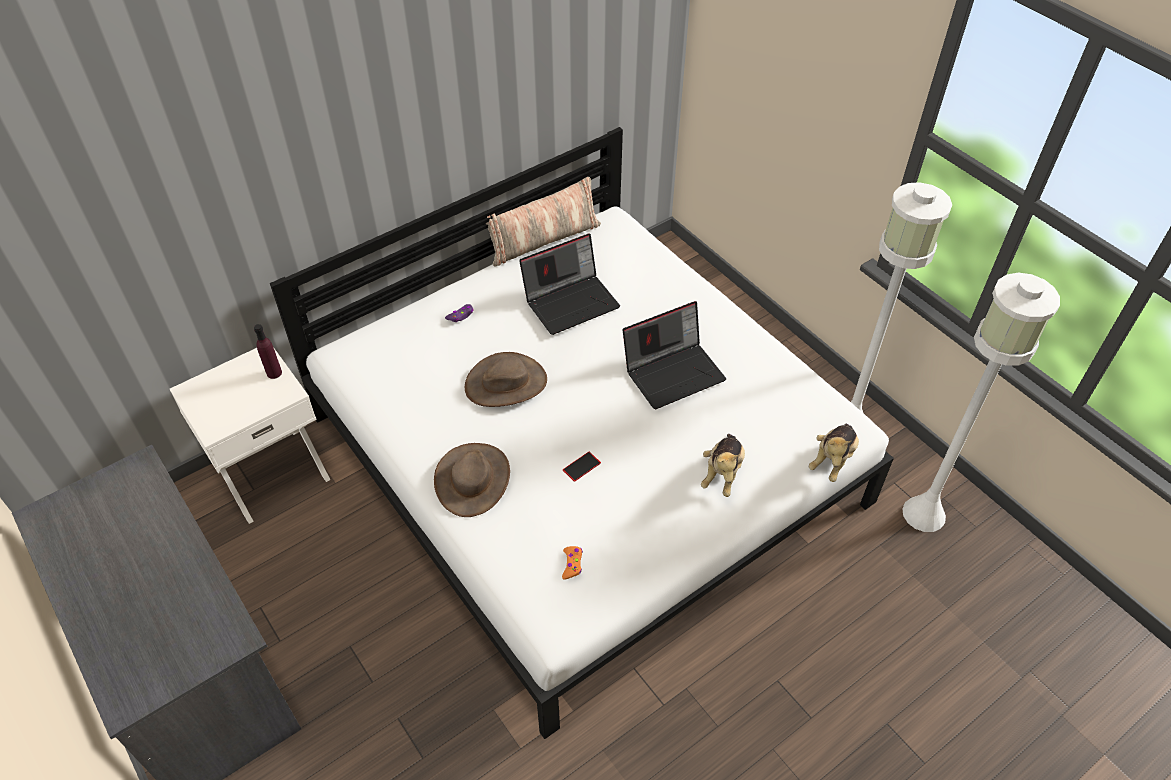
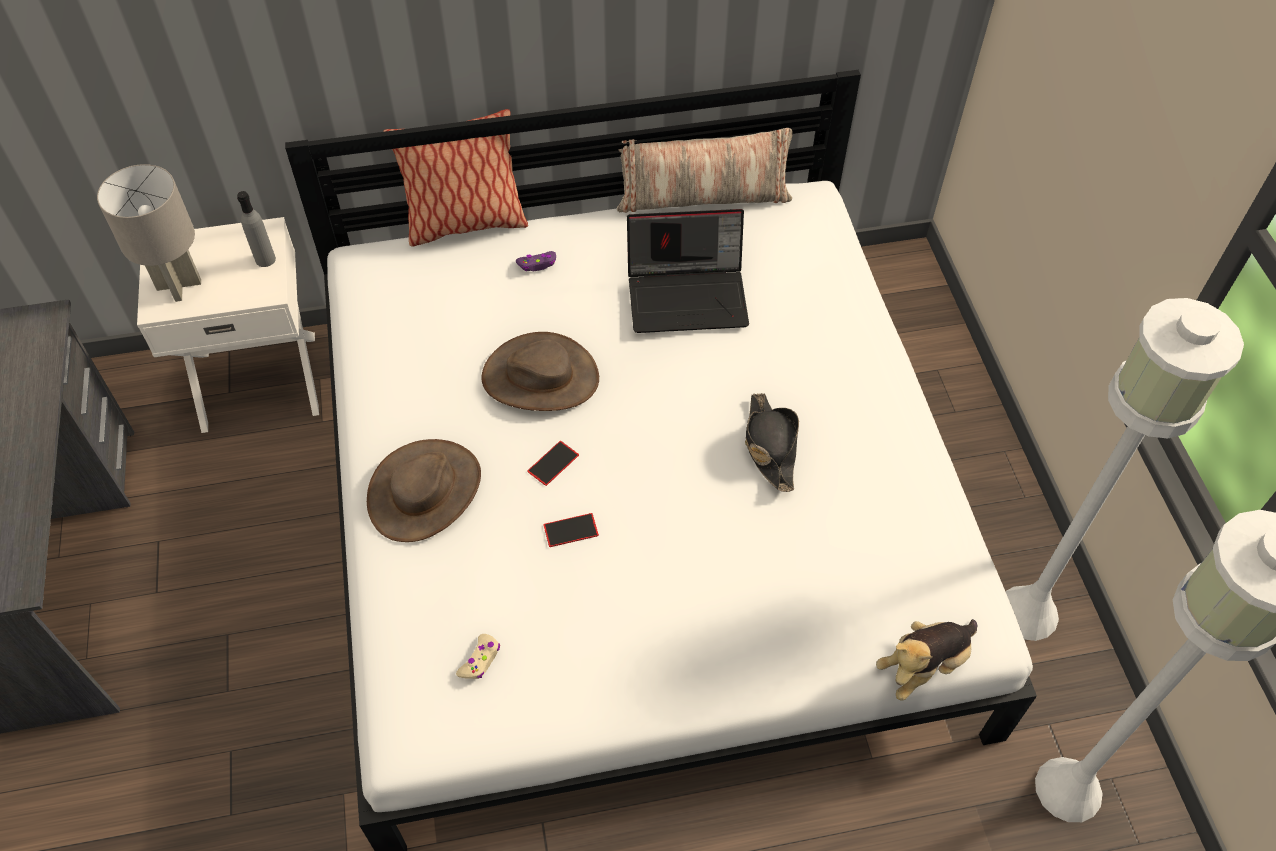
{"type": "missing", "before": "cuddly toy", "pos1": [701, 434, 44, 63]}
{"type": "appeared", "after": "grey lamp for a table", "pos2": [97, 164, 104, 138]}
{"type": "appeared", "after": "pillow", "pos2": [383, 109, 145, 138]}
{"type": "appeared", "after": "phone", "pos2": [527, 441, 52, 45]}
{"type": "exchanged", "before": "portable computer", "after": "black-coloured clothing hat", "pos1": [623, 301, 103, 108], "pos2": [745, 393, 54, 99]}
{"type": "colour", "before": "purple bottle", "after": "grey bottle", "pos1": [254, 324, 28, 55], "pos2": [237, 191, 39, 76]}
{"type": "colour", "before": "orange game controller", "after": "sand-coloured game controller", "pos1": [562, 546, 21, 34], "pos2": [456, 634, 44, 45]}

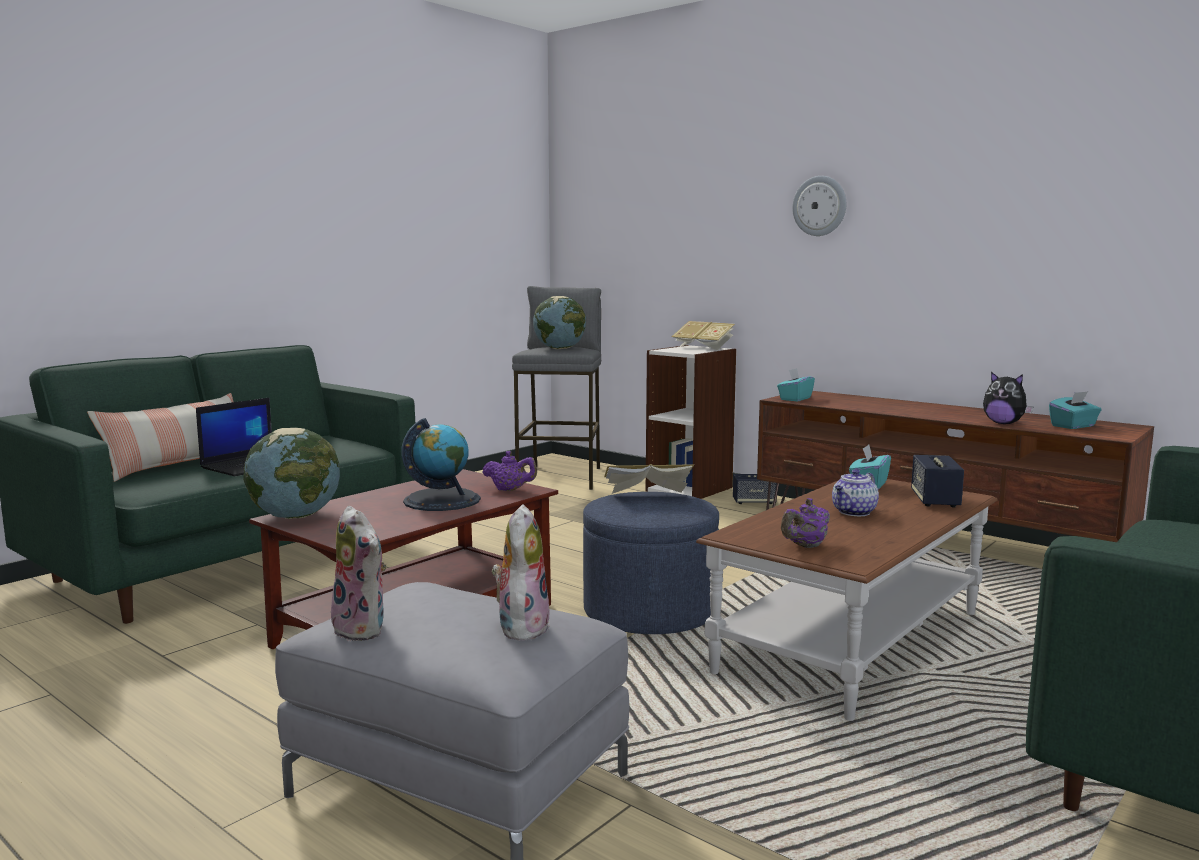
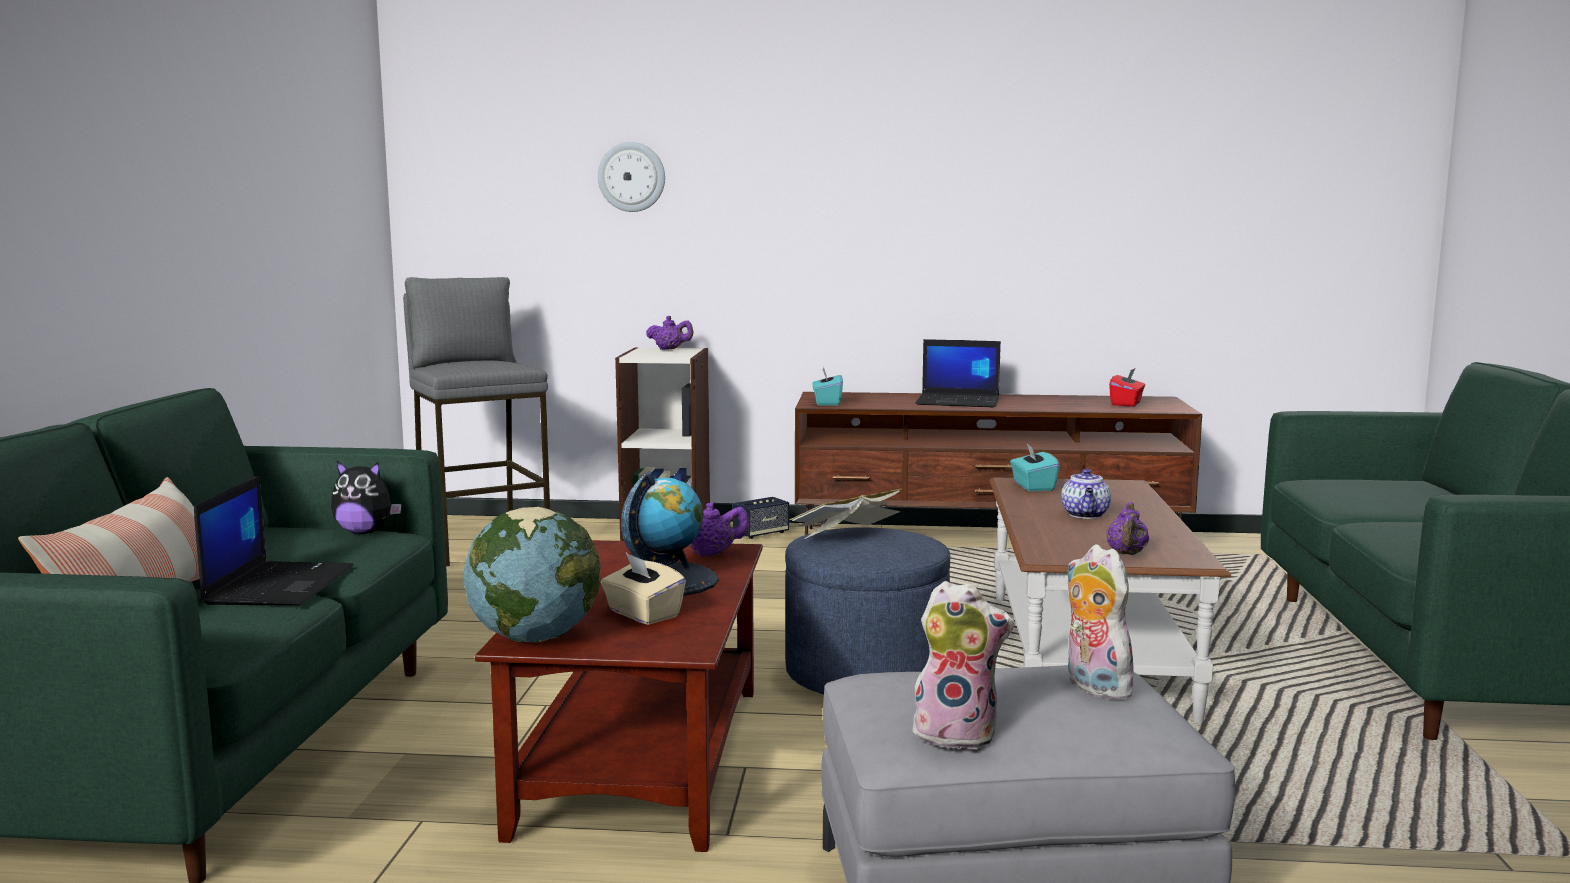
{"type": "missing", "before": "desk globe", "pos1": [533, 296, 53, 53]}
{"type": "missing", "before": "speaker", "pos1": [911, 455, 53, 52]}
{"type": "appeared", "after": "sand-coloured tissue box", "pos2": [601, 553, 85, 72]}
{"type": "appeared", "after": "portable computer", "pos2": [915, 339, 86, 68]}
{"type": "relocated", "before": "wall clock", "pos1": [792, 176, 54, 60], "pos2": [598, 142, 67, 70]}
{"type": "relocated", "before": "cuddly toy", "pos1": [983, 372, 50, 52], "pos2": [331, 461, 71, 73]}
{"type": "exchanged", "before": "book", "after": "purple teapot", "pos1": [672, 321, 63, 29], "pos2": [646, 316, 48, 34]}
{"type": "colour", "before": "blue-green tissue box", "after": "reddish tissue box", "pos1": [1049, 391, 53, 38], "pos2": [1109, 368, 36, 39]}

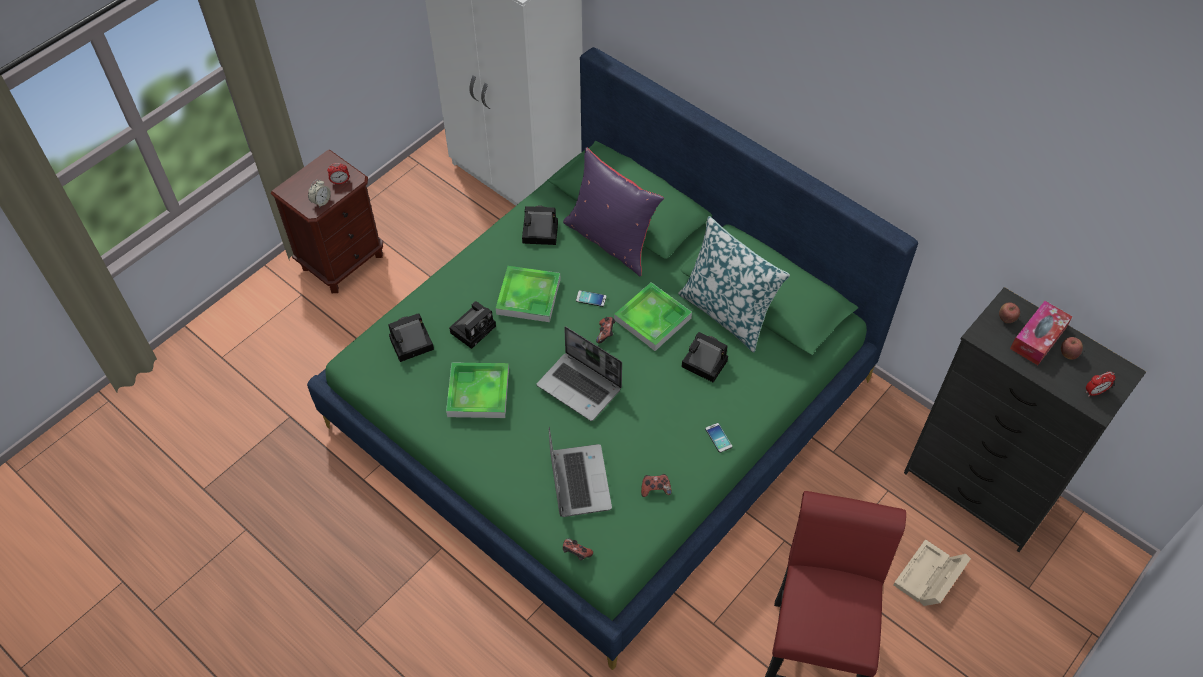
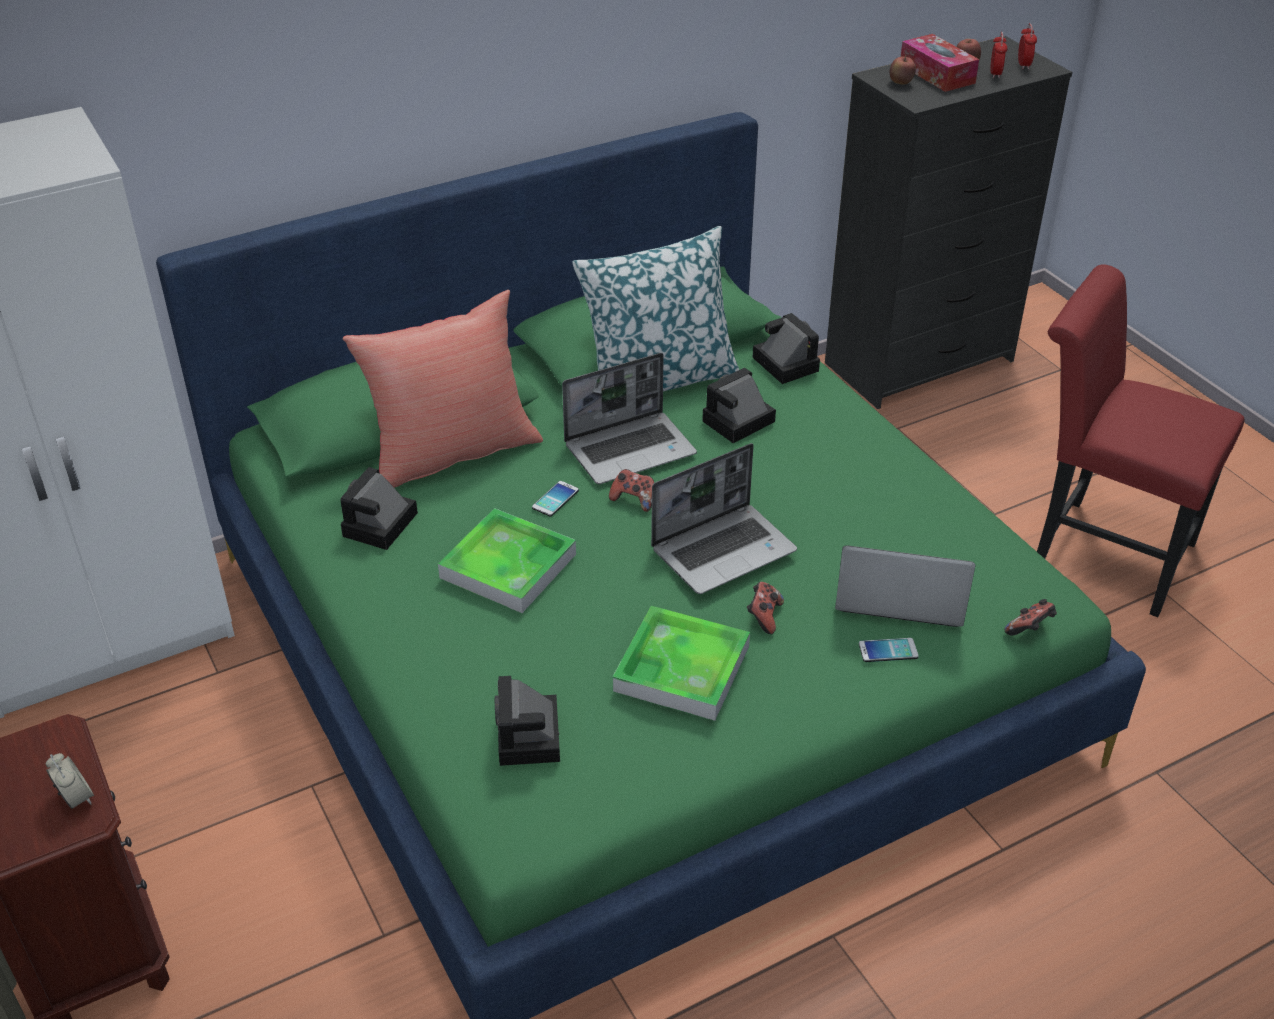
{"type": "missing", "before": "sand-coloured storage bin", "pos1": [893, 539, 78, 67]}
{"type": "relocated", "before": "alarm clock", "pos1": [327, 163, 22, 22], "pos2": [990, 32, 17, 46]}
{"type": "relocated", "before": "photo camera", "pos1": [449, 301, 47, 48], "pos2": [752, 313, 68, 71]}
{"type": "relocated", "before": "game controller", "pos1": [641, 474, 31, 23], "pos2": [747, 582, 37, 52]}
{"type": "relocated", "before": "phone", "pos1": [705, 423, 27, 30], "pos2": [859, 638, 60, 24]}
{"type": "exchanged", "before": "tray", "after": "portable computer", "pos1": [614, 282, 78, 69], "pos2": [562, 353, 135, 131]}
{"type": "colour", "before": "purple pillow", "after": "reddish pillow", "pos1": [563, 147, 101, 129], "pos2": [342, 290, 201, 198]}

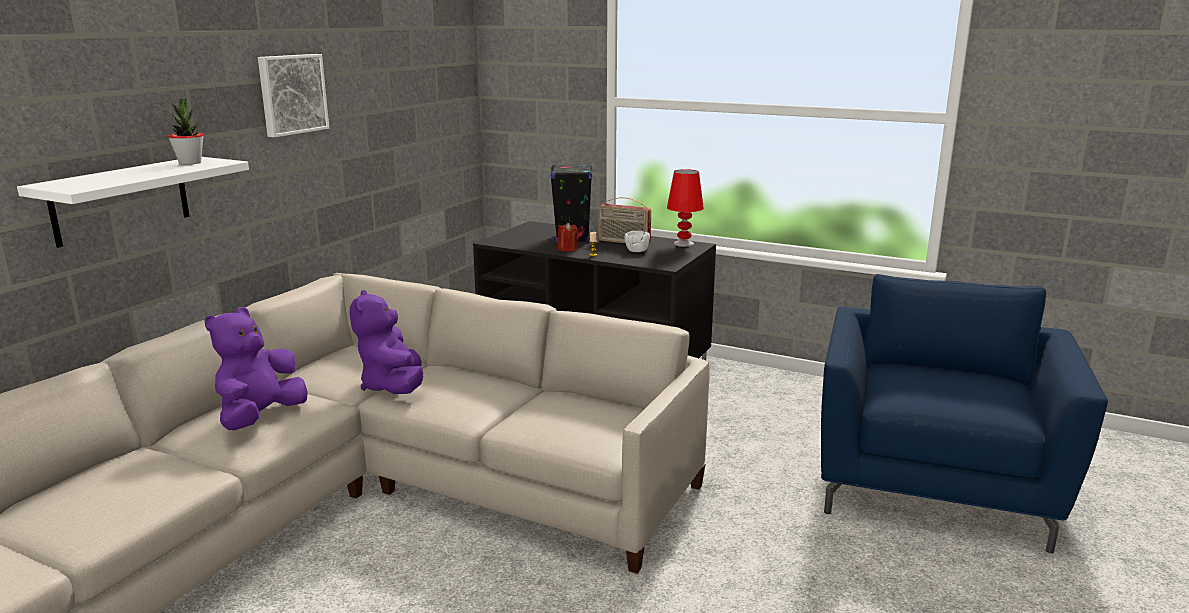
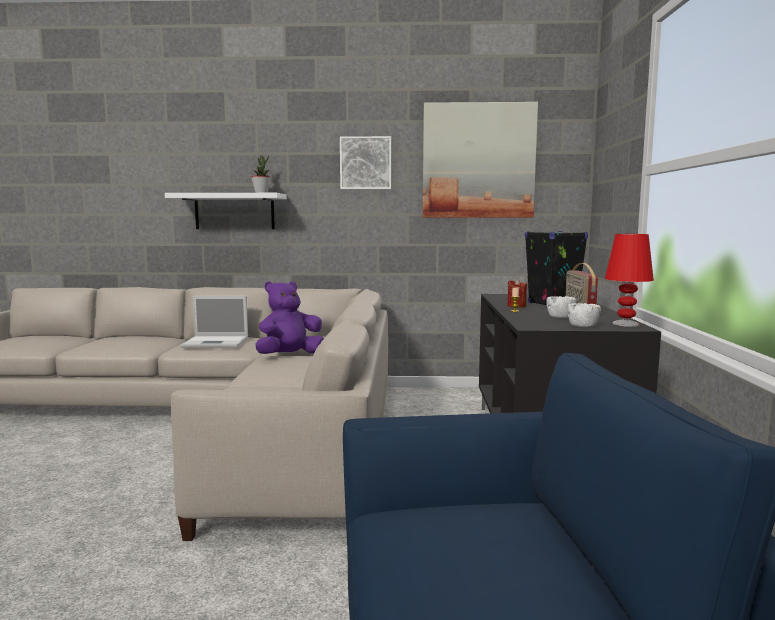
{"type": "appeared", "after": "wall art", "pos2": [423, 102, 115, 116]}
{"type": "appeared", "after": "whitish bowl", "pos2": [567, 303, 34, 24]}
{"type": "exchanged", "before": "purple cuddly toy", "after": "portable computer", "pos1": [204, 307, 104, 123], "pos2": [181, 296, 67, 51]}

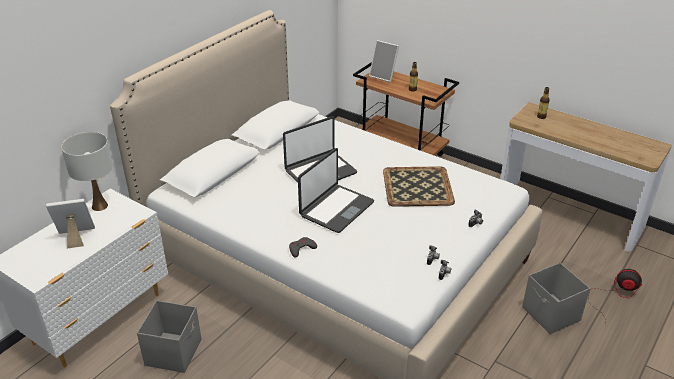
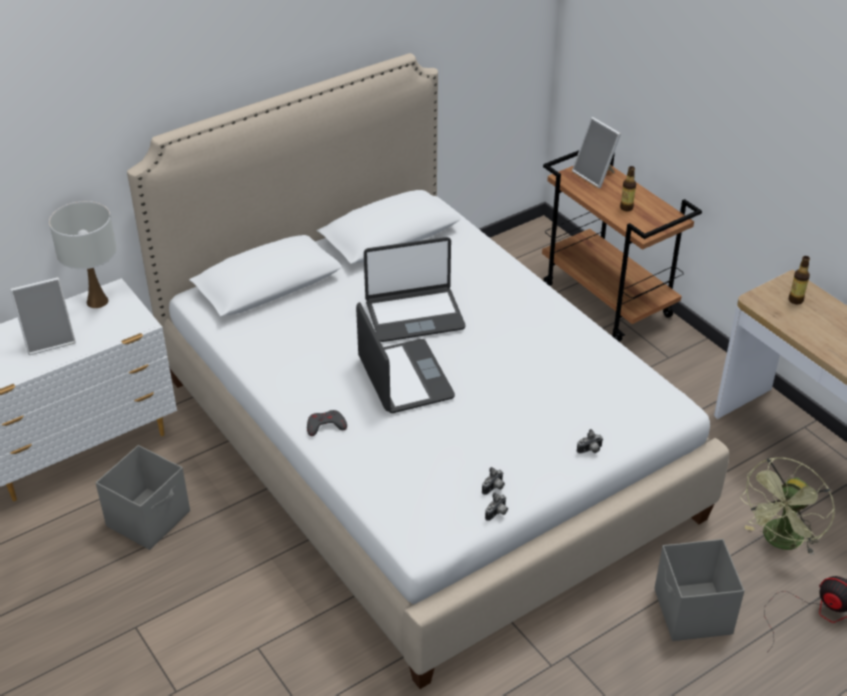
{"type": "missing", "before": "tray", "pos1": [383, 166, 72, 41]}
{"type": "appeared", "after": "greenish electric fan", "pos2": [740, 457, 95, 98]}
{"type": "spun", "before": "standing frame", "pos1": [46, 199, 49, 50], "pos2": [10, 277, 66, 78], "turn": 150}
{"type": "spun", "before": "portable computer", "pos1": [298, 148, 76, 85], "pos2": [356, 302, 99, 111], "turn": -75}

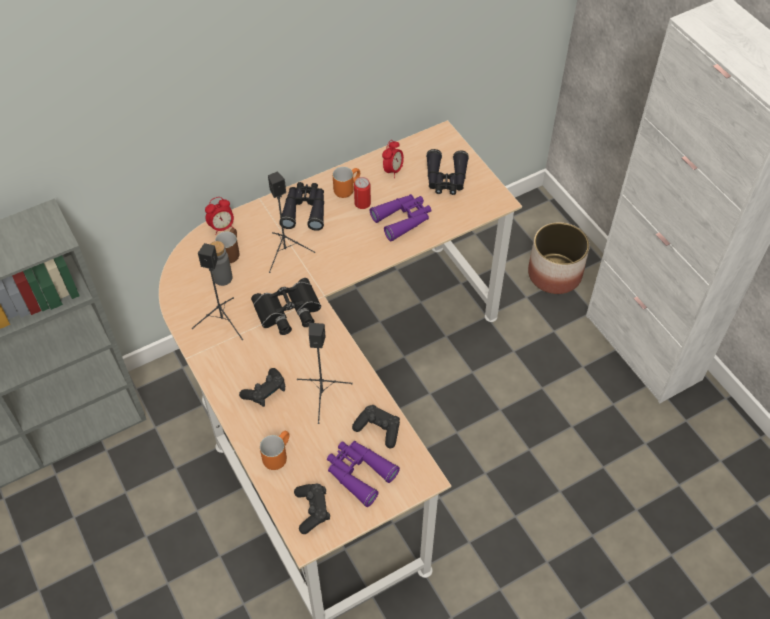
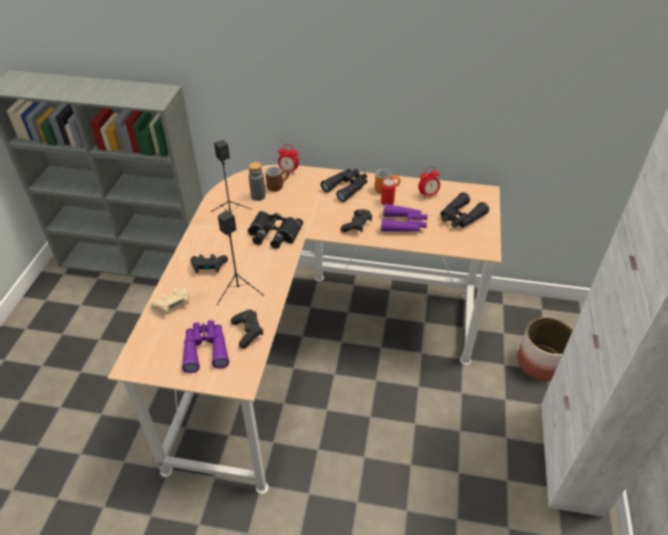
{"type": "missing", "before": "black-coloured speaker", "pos1": [268, 171, 47, 102]}
{"type": "relocated", "before": "black-coloured game controller", "pos1": [294, 484, 36, 50], "pos2": [341, 209, 31, 23]}
{"type": "exchanged", "before": "orange tea mug", "after": "sand-coloured game controller", "pos1": [260, 431, 30, 39], "pos2": [150, 287, 39, 28]}

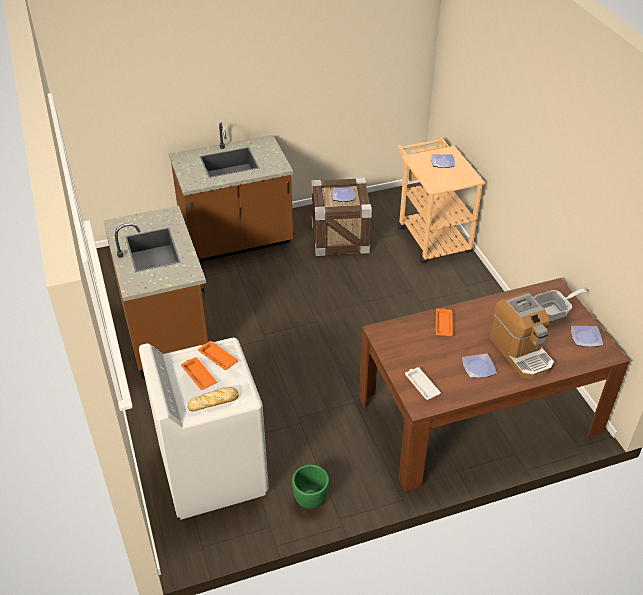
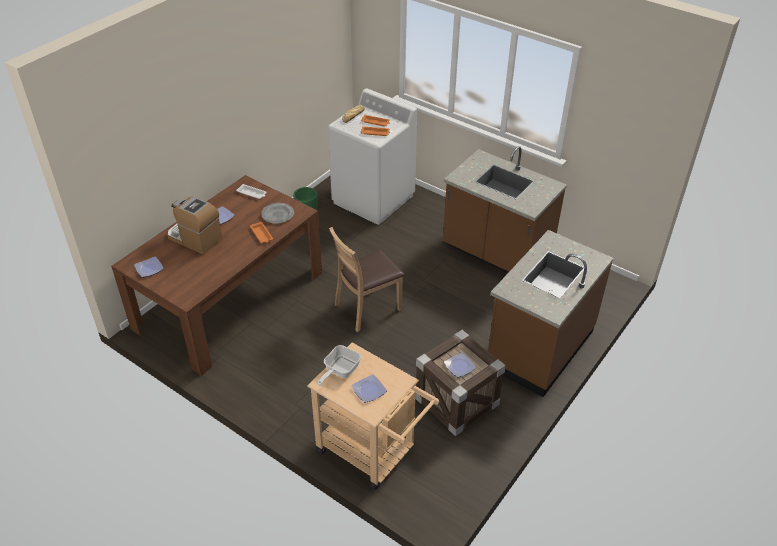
{"type": "appeared", "after": "grey dinner plate", "pos2": [261, 203, 33, 20]}
{"type": "appeared", "after": "brown plain chair", "pos2": [329, 227, 75, 105]}
{"type": "relocated", "before": "frying pan", "pos1": [534, 289, 54, 32], "pos2": [318, 345, 43, 41]}

